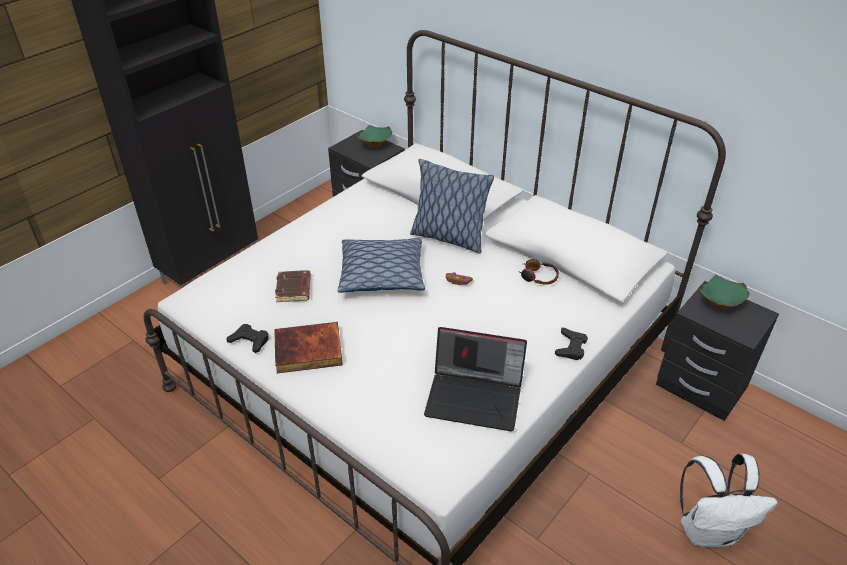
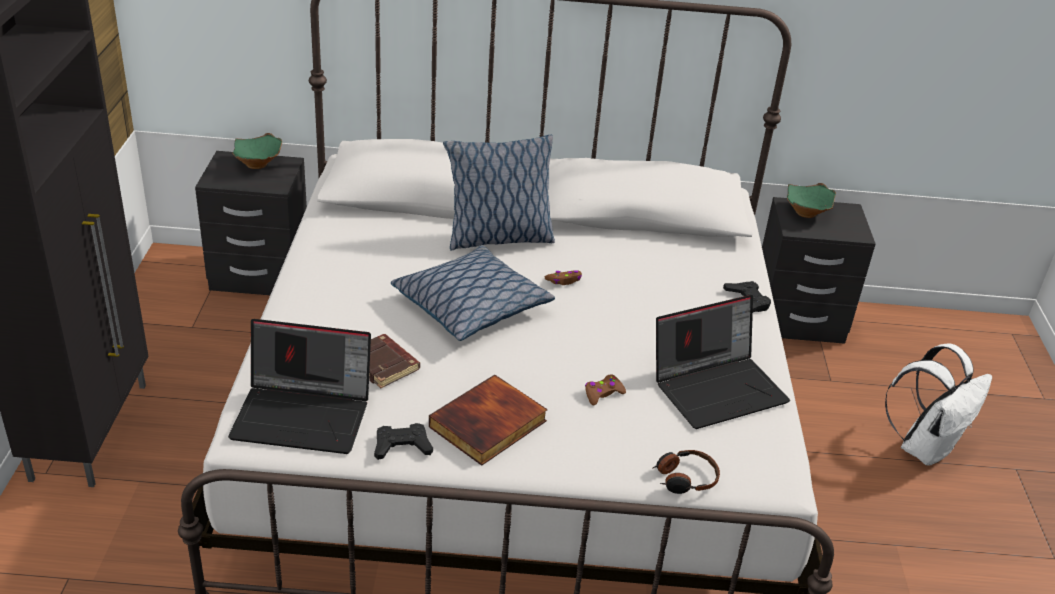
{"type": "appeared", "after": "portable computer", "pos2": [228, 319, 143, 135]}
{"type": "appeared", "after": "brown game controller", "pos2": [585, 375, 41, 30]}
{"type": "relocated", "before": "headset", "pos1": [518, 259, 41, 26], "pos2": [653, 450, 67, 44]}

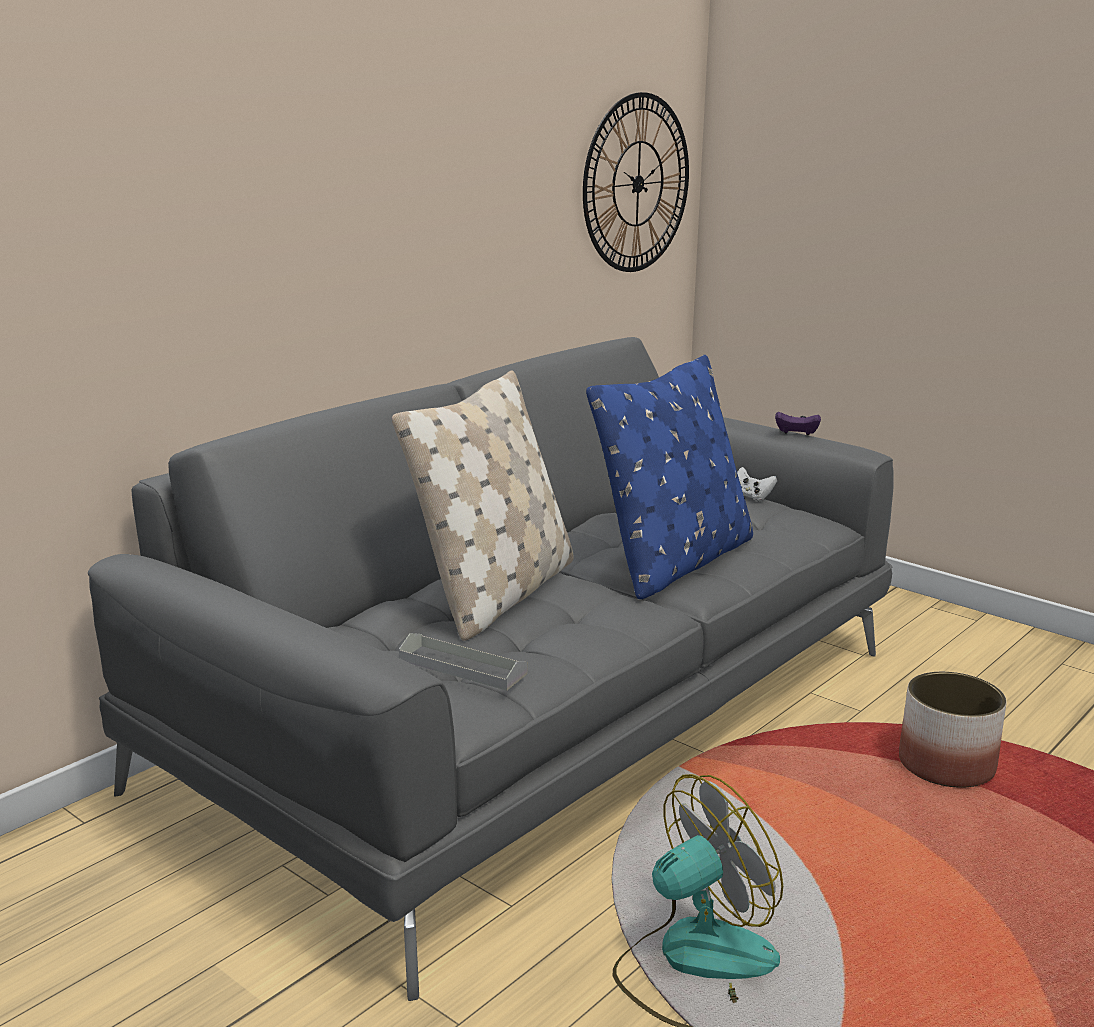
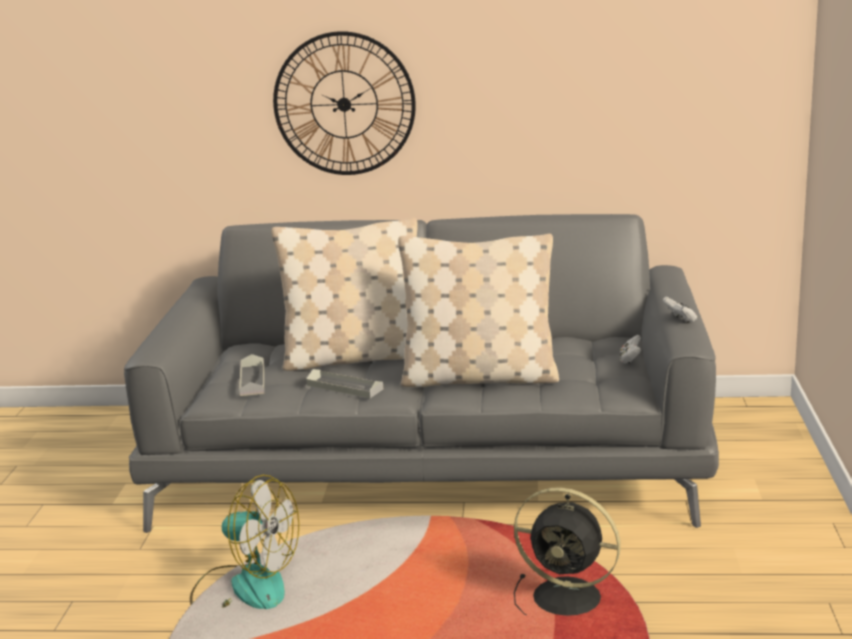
{"type": "appeared", "after": "grey tray", "pos2": [306, 369, 77, 29]}
{"type": "relocated", "before": "wall clock", "pos1": [583, 92, 106, 180], "pos2": [273, 31, 143, 144]}
{"type": "exchanged", "before": "plant pot", "after": "black-coloured electric fan", "pos1": [899, 672, 108, 116], "pos2": [514, 487, 106, 129]}
{"type": "colour", "before": "blue-coloured pillow", "after": "sand-coloured pillow", "pos1": [586, 355, 167, 244], "pos2": [398, 234, 161, 153]}
{"type": "colour", "before": "purple game controller", "after": "whitish game controller", "pos1": [775, 412, 46, 23], "pos2": [663, 297, 34, 26]}

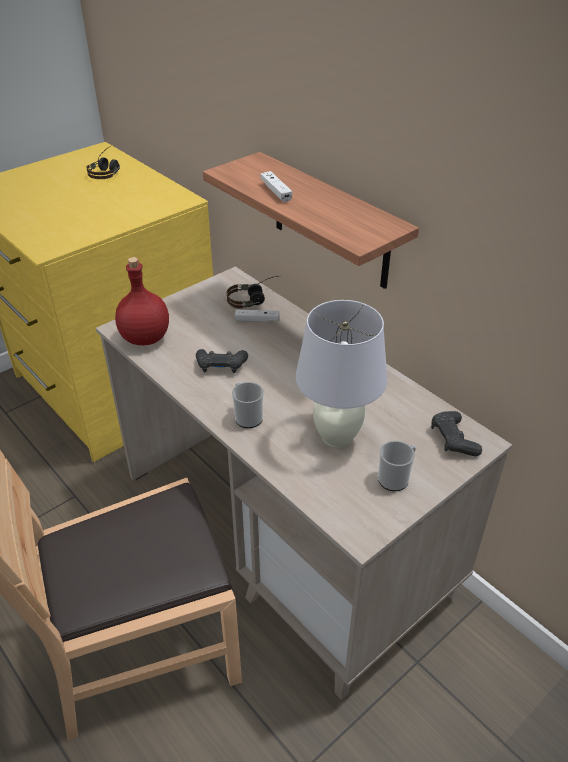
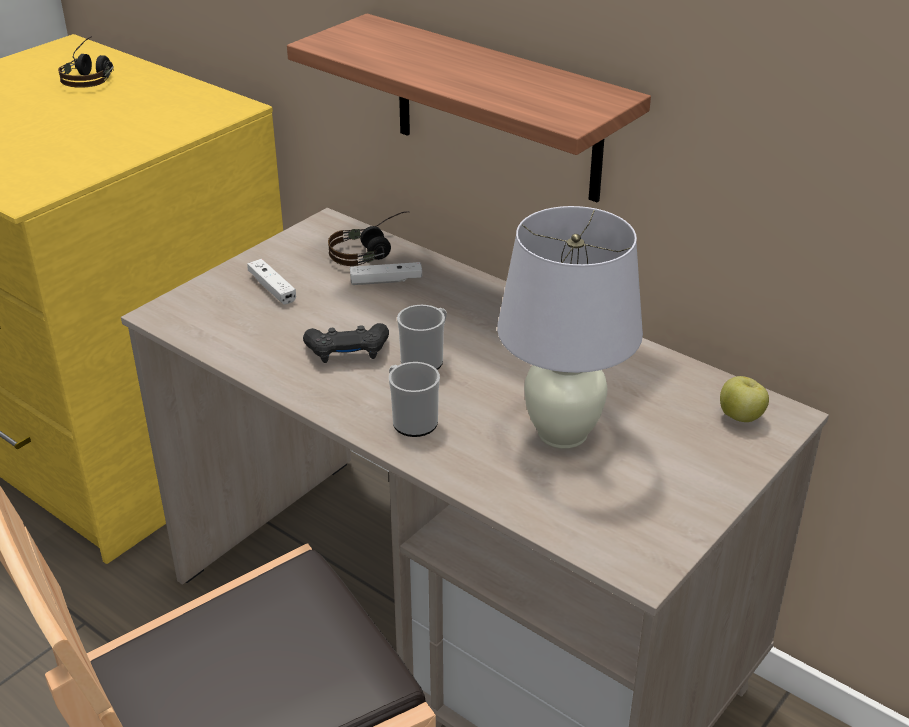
{"type": "missing", "before": "reddish bottle", "pos1": [115, 257, 54, 88]}
{"type": "relocated", "before": "whitish game controller", "pos1": [261, 171, 31, 31], "pos2": [247, 259, 49, 46]}
{"type": "relocated", "before": "tea mug", "pos1": [378, 441, 38, 50], "pos2": [397, 305, 50, 65]}
{"type": "exchanged", "before": "black-coloured game controller", "after": "apple", "pos1": [431, 411, 51, 46], "pos2": [720, 376, 49, 46]}

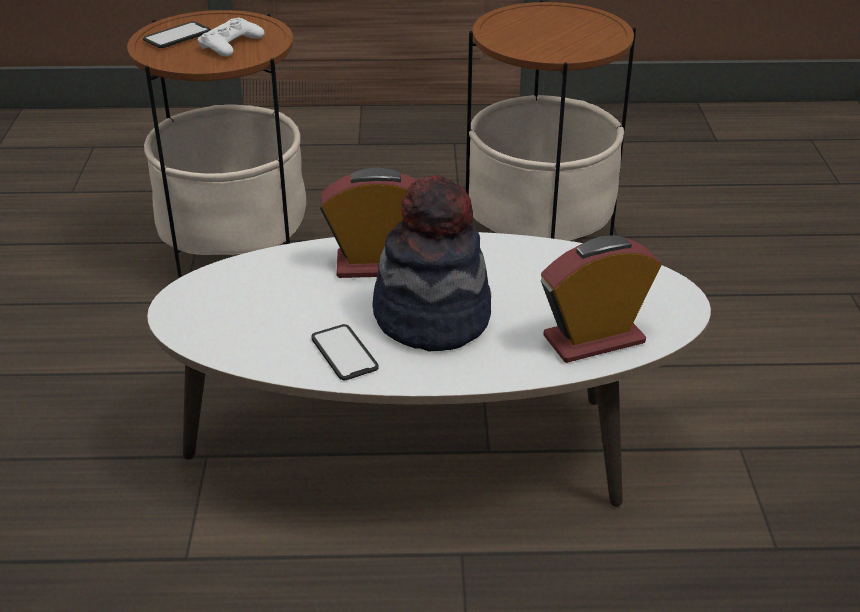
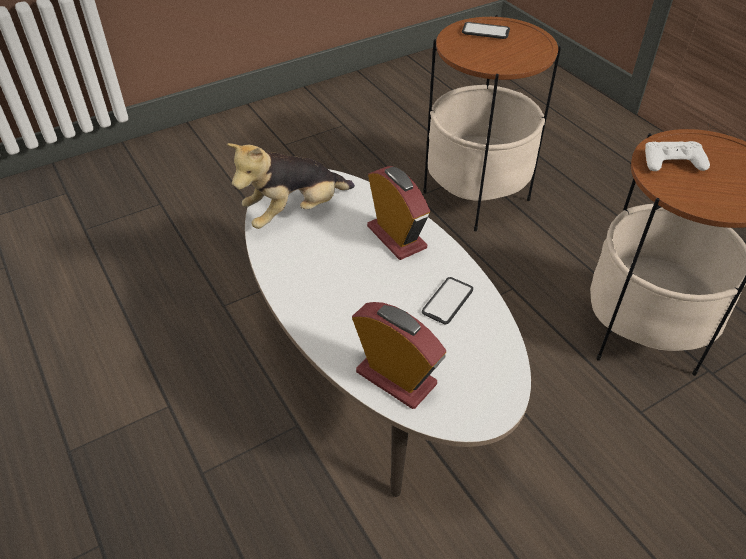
{"type": "missing", "before": "clothing hat", "pos1": [372, 175, 119, 176]}
{"type": "appeared", "after": "cuddly toy", "pos2": [227, 143, 128, 86]}
{"type": "relocated", "before": "whitish game controller", "pos1": [198, 18, 67, 38], "pos2": [645, 141, 65, 30]}
{"type": "relocated", "before": "phone", "pos1": [311, 324, 68, 56], "pos2": [422, 277, 51, 47]}

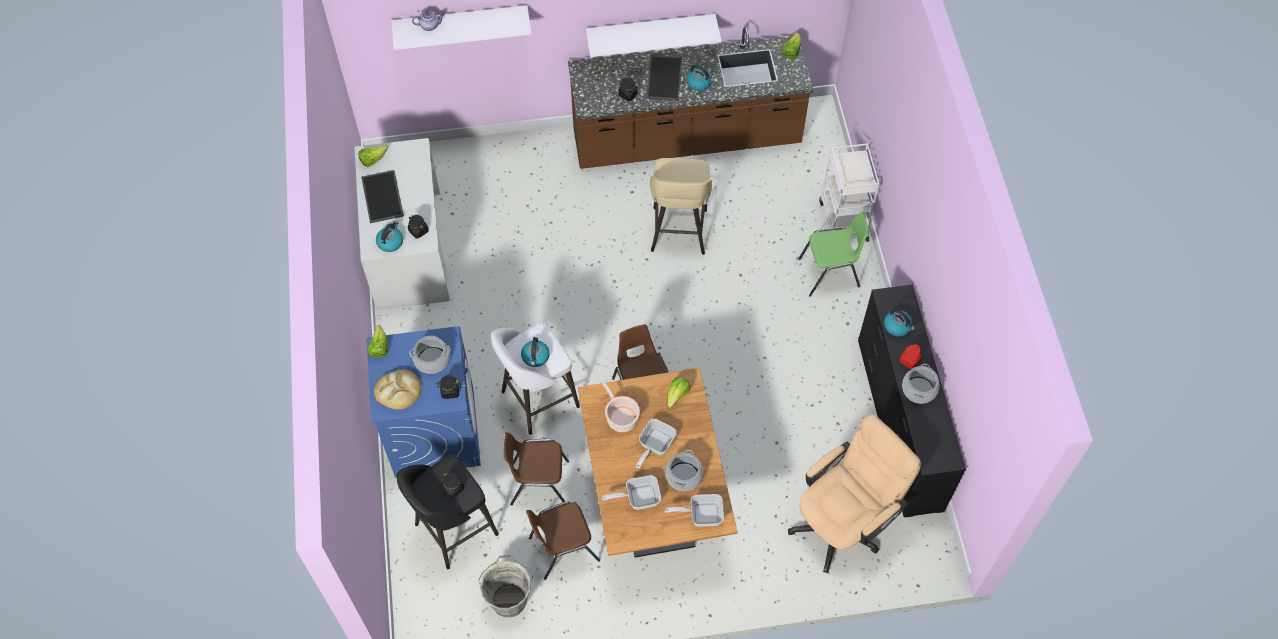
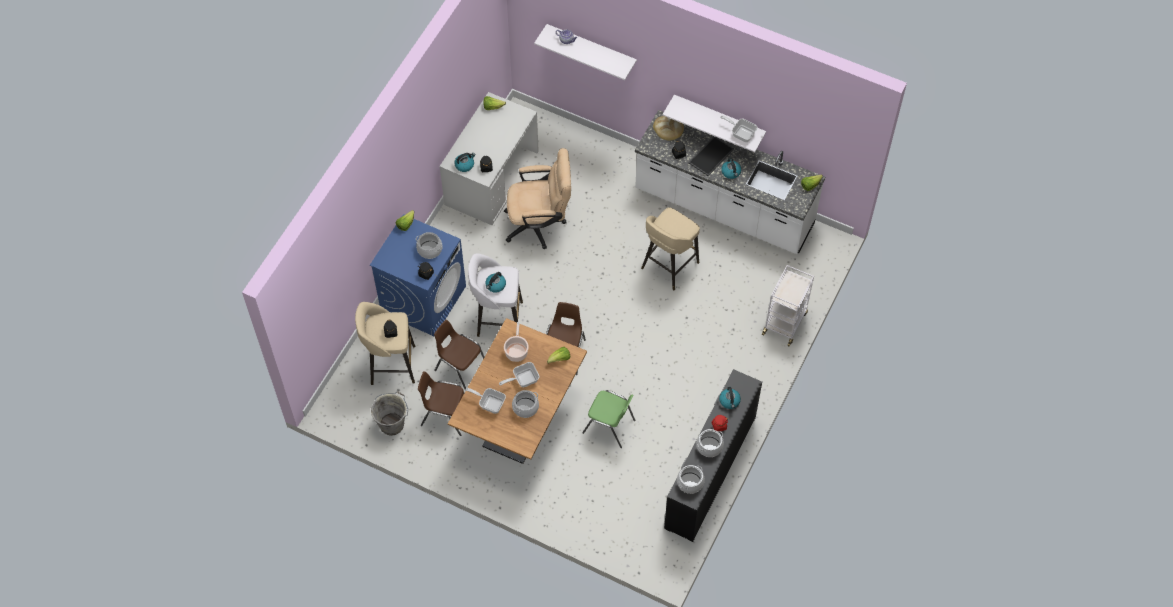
{"type": "missing", "before": "tray", "pos1": [361, 170, 43, 53]}
{"type": "appeared", "after": "cooking pot", "pos2": [677, 465, 28, 29]}
{"type": "relocated", "before": "baked bread", "pos1": [374, 370, 47, 40], "pos2": [653, 116, 31, 24]}
{"type": "relocated", "before": "frying pan", "pos1": [665, 494, 59, 33], "pos2": [720, 115, 37, 27]}
{"type": "relocated", "before": "sand-coloured computer chair", "pos1": [788, 414, 133, 159], "pos2": [504, 148, 67, 101]}
{"type": "relocated", "before": "greenish plain chair", "pos1": [798, 212, 71, 85], "pos2": [582, 390, 53, 58]}
{"type": "colour", "before": "black-coloured stool seat", "after": "sand-coloured stool seat", "pos1": [396, 455, 103, 114], "pos2": [355, 302, 60, 83]}
{"type": "colour", "before": "brown kitchen base unit", "after": "whitish kitchen base unit", "pos1": [568, 27, 245, 142], "pos2": [635, 110, 190, 144]}

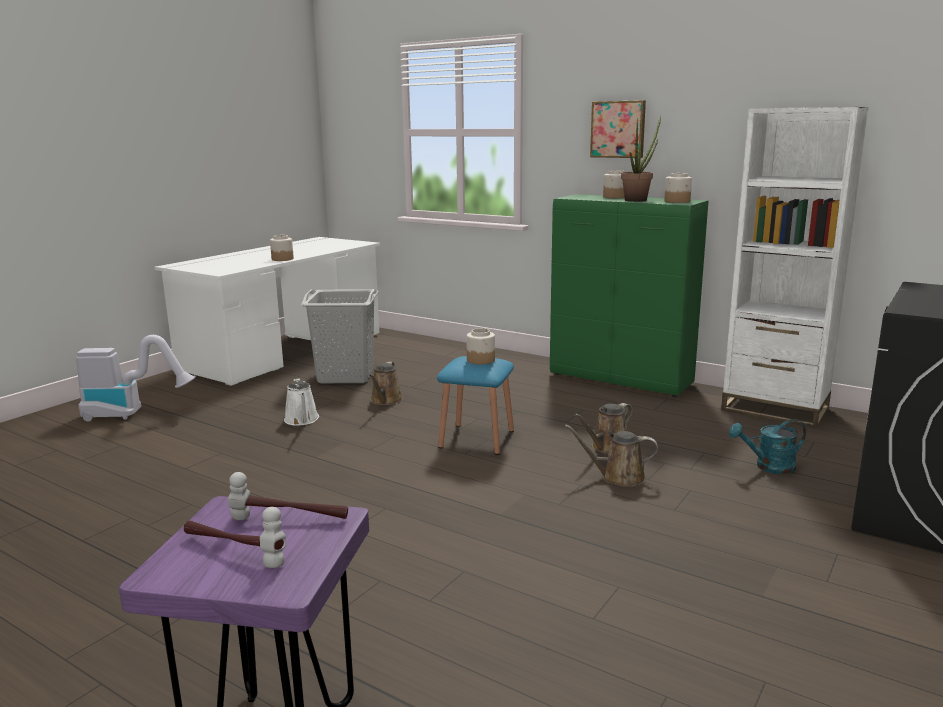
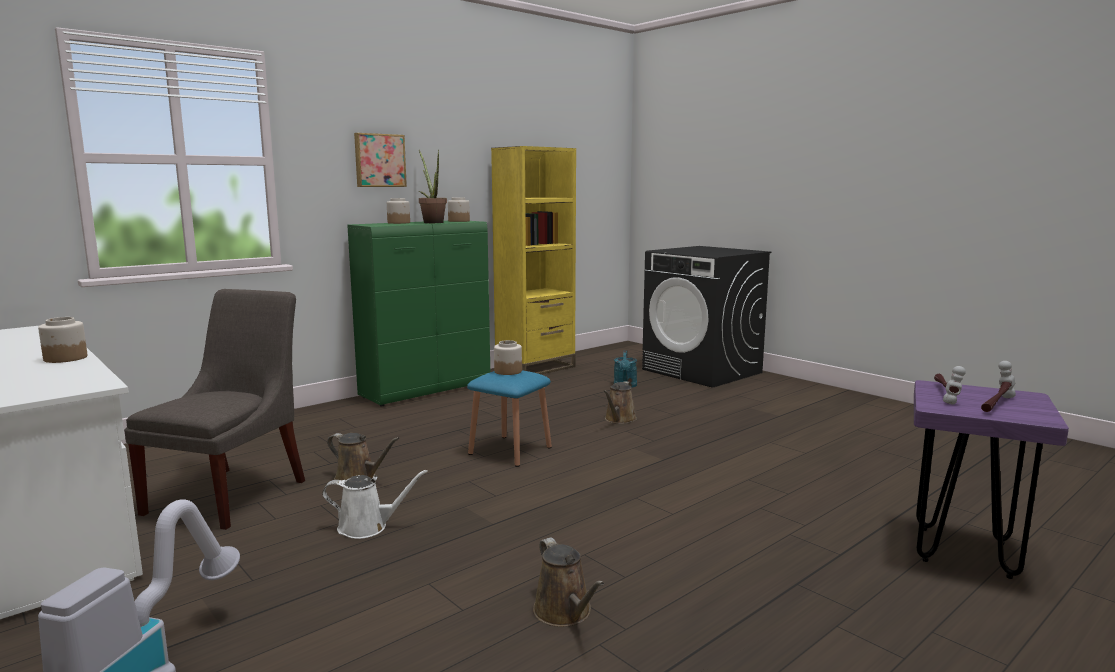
{"type": "relocated", "before": "brown watering pot", "pos1": [574, 403, 59, 51], "pos2": [533, 538, 71, 89]}
{"type": "exchanged", "before": "grey washing basket", "after": "grey plain chair", "pos1": [301, 289, 78, 94], "pos2": [124, 289, 181, 241]}
{"type": "colour", "before": "whitish shelving unit", "after": "yellowish shelving unit", "pos1": [721, 107, 148, 321], "pos2": [491, 146, 85, 229]}

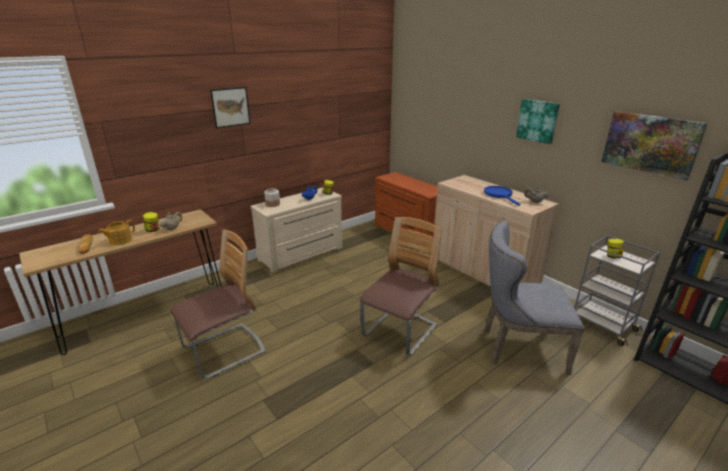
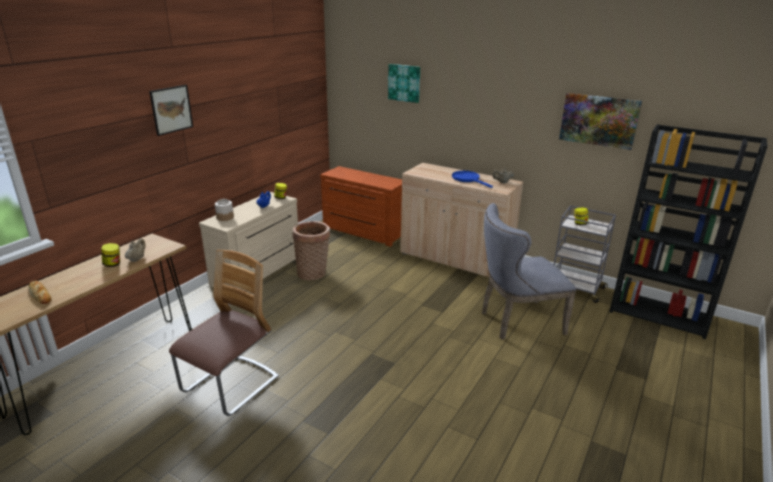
{"type": "missing", "before": "teapot", "pos1": [98, 220, 37, 25]}
{"type": "missing", "before": "plain chair", "pos1": [360, 217, 82, 139]}
{"type": "appeared", "after": "basket", "pos2": [292, 221, 38, 60]}
{"type": "relocated", "before": "wall art", "pos1": [516, 99, 44, 45], "pos2": [388, 64, 32, 39]}

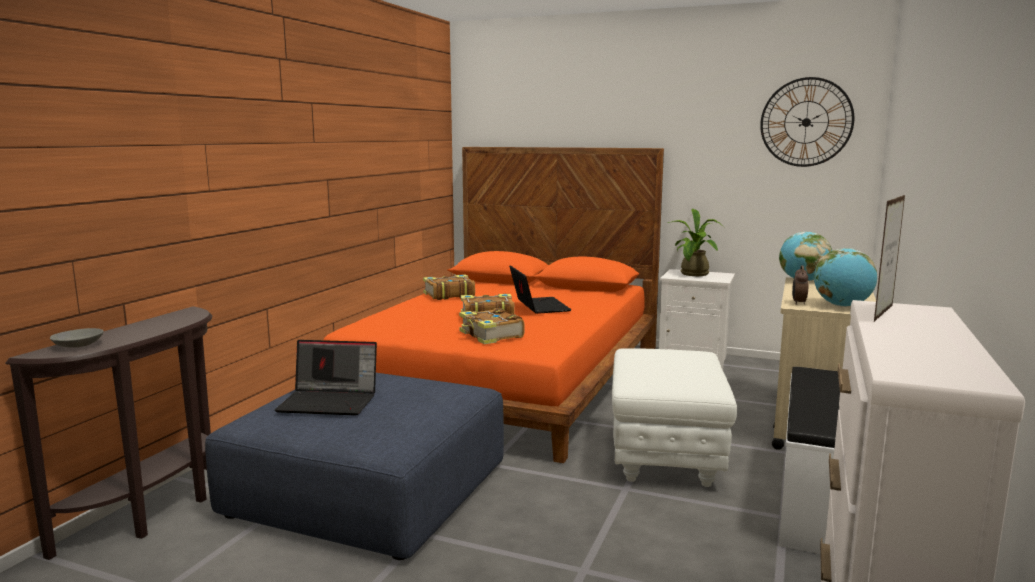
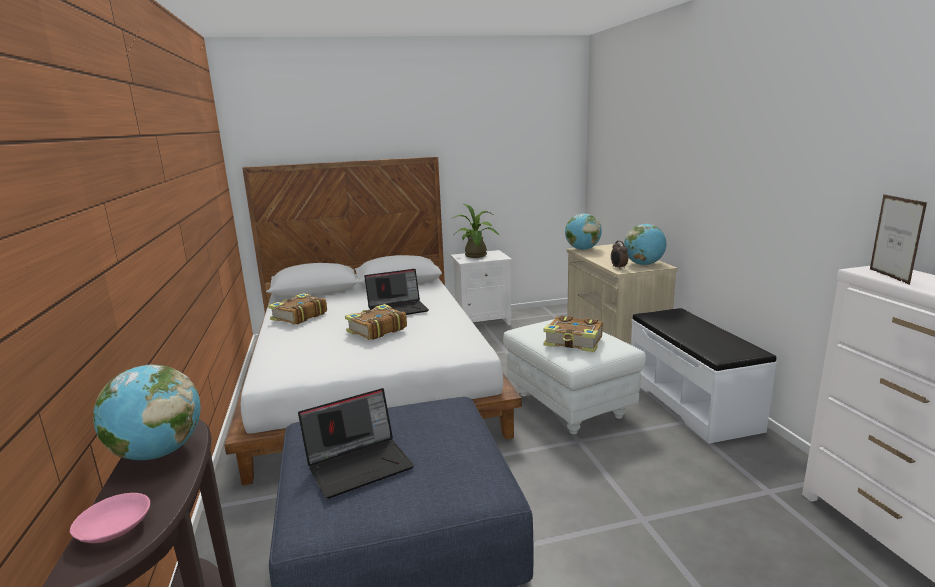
{"type": "missing", "before": "wall clock", "pos1": [760, 77, 94, 90]}
{"type": "appeared", "after": "desk globe", "pos2": [93, 365, 108, 95]}
{"type": "relocated", "before": "book", "pos1": [459, 308, 66, 36], "pos2": [543, 316, 60, 36]}
{"type": "colour", "before": "grey bowl", "after": "pink-coloured bowl", "pos1": [50, 328, 53, 19], "pos2": [70, 493, 80, 50]}
{"type": "colour", "before": "orange bed", "after": "whitish bed", "pos1": [323, 147, 341, 316], "pos2": [224, 156, 298, 329]}
{"type": "spun", "before": "portable computer", "pos1": [509, 265, 63, 49], "pos2": [364, 269, 65, 46], "turn": 120}

